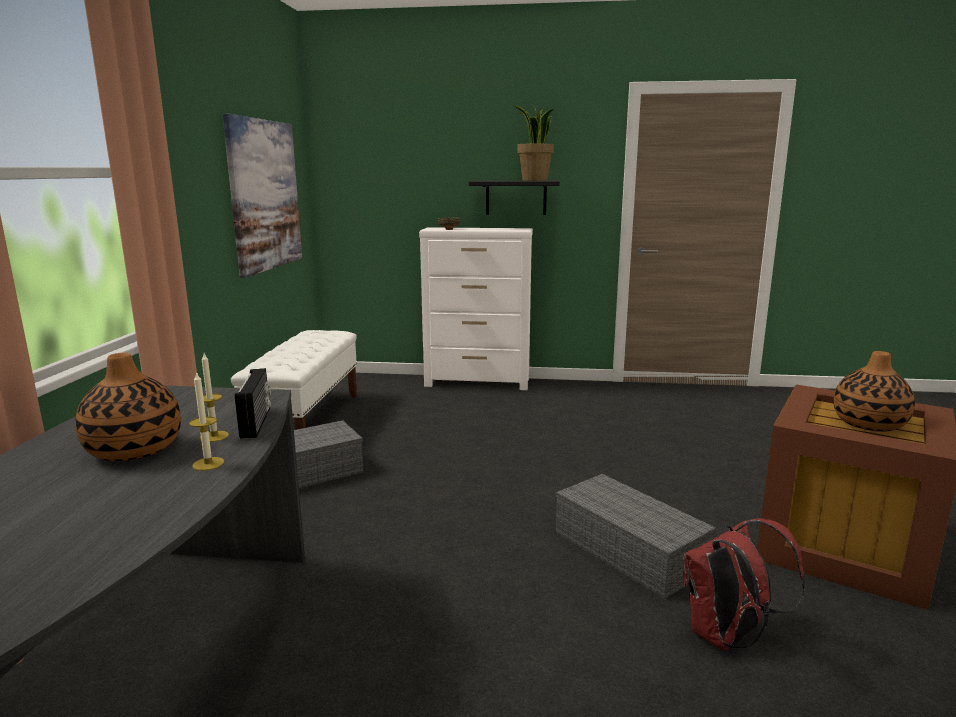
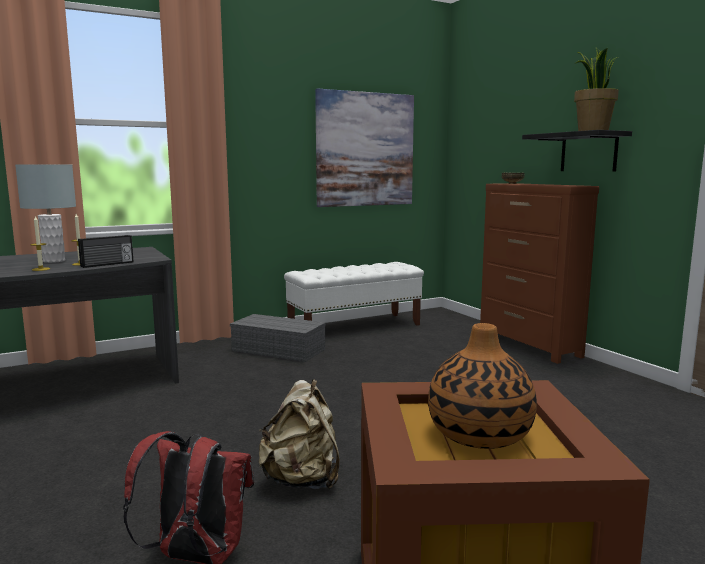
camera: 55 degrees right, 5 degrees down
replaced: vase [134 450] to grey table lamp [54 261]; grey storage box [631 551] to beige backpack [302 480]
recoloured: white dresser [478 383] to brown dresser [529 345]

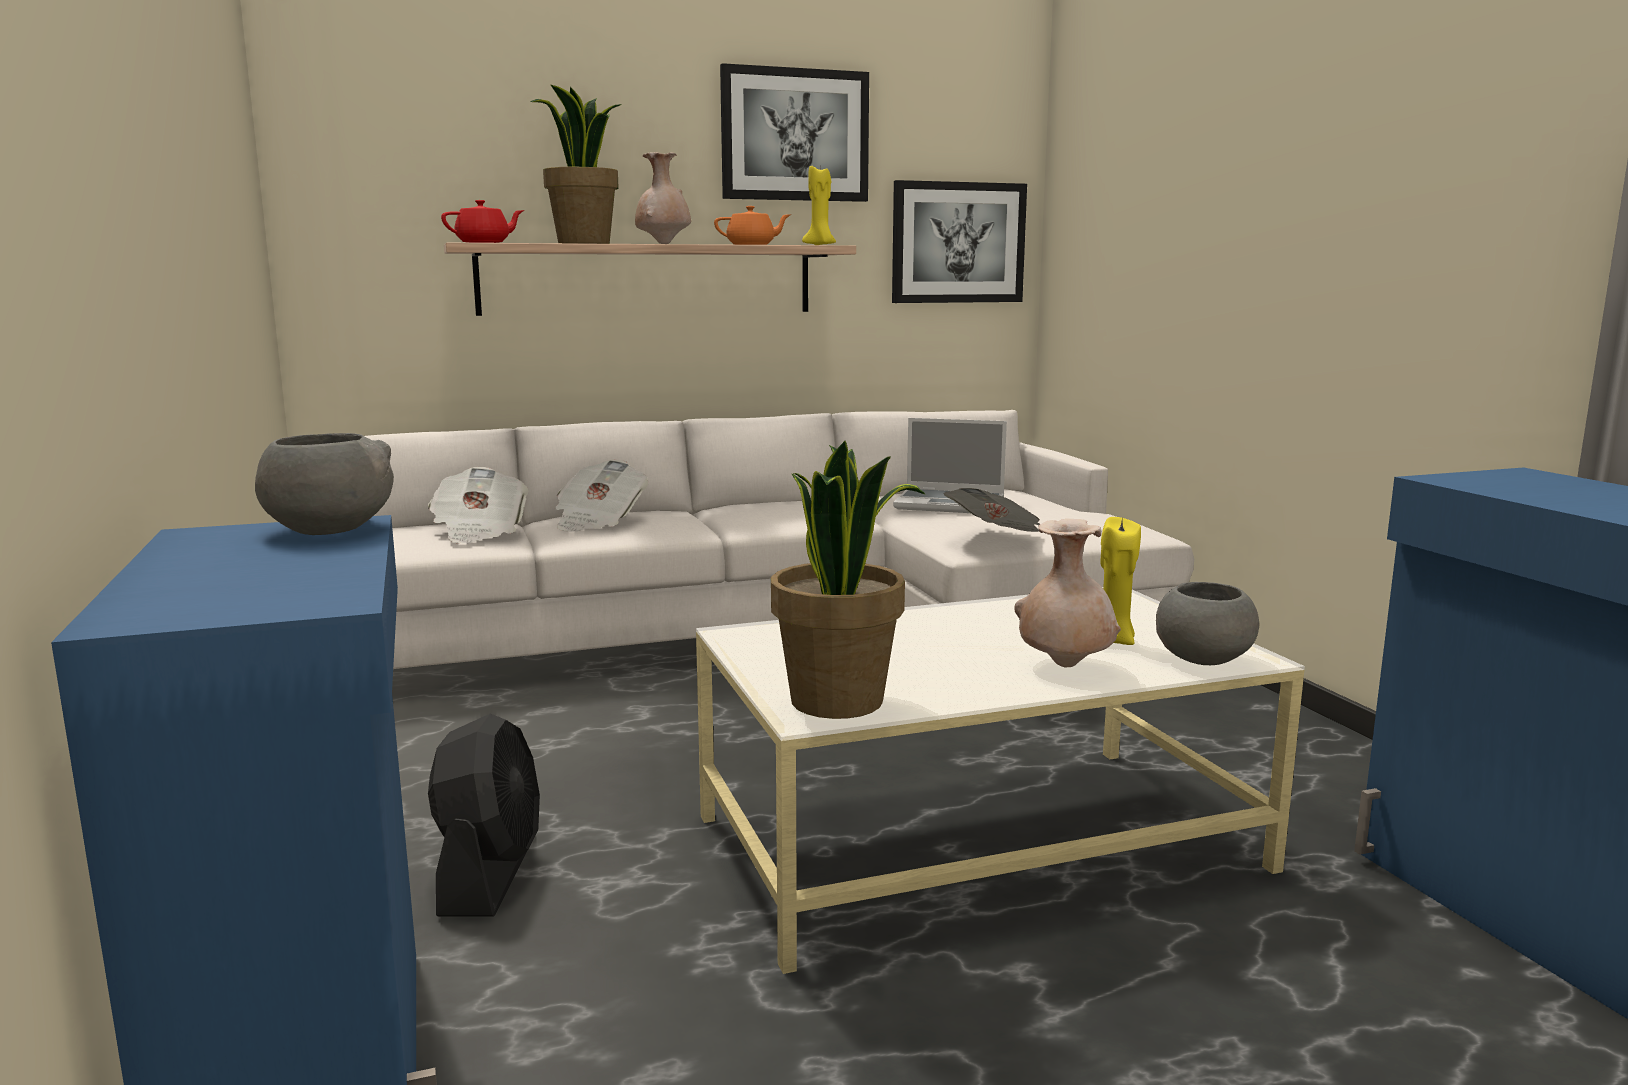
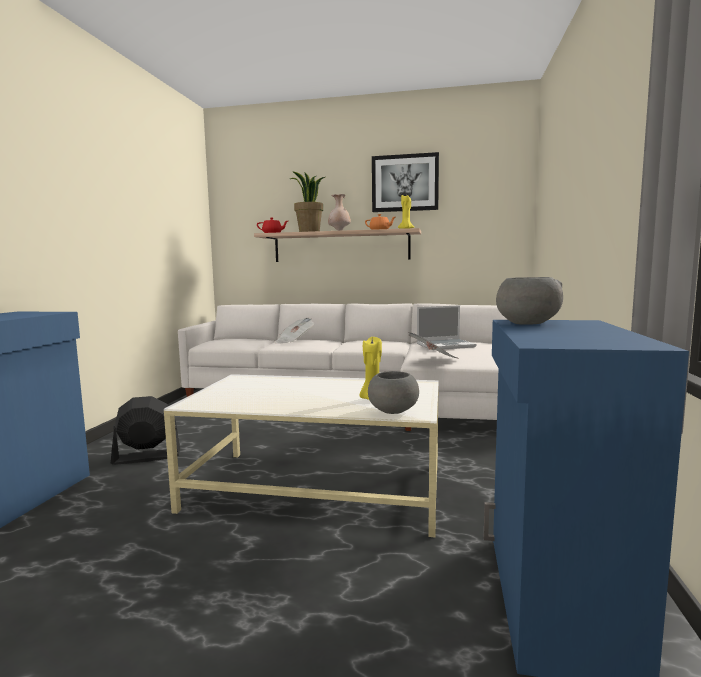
camera: 30 degrees right, 5 degrees down
removed: newspaper [479 532]; potted plant [839 701]; picture [958 243]; beige vase [1065 666]
moved: grey bowl [328 530] to [527 323]
turned: black fan [489 874] = [146 457] 135 degrees counterclockwise; laptop [951 504] = [446 345] 60 degrees counterclockwise

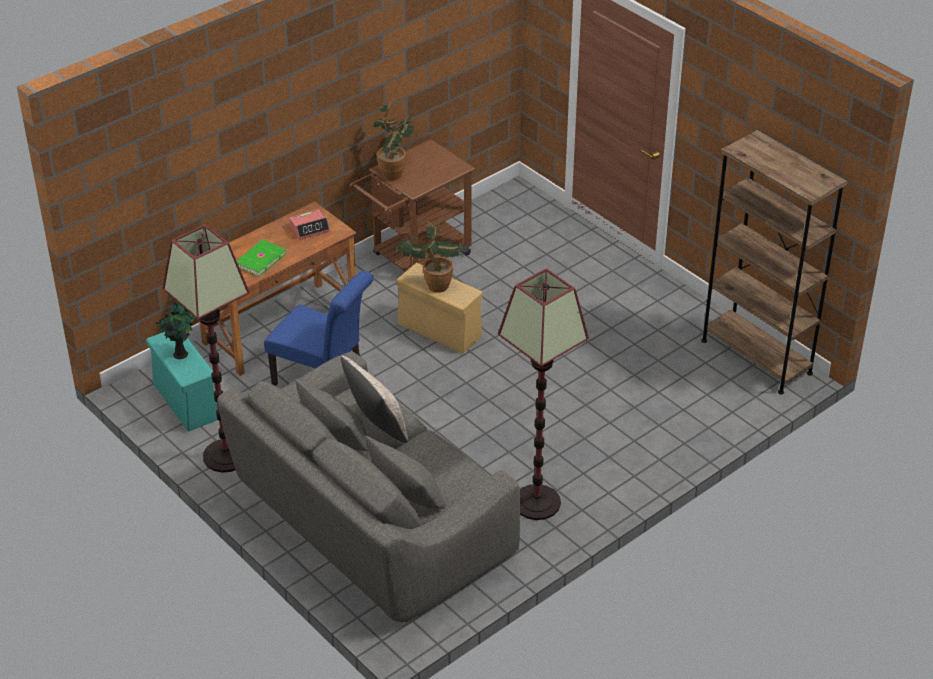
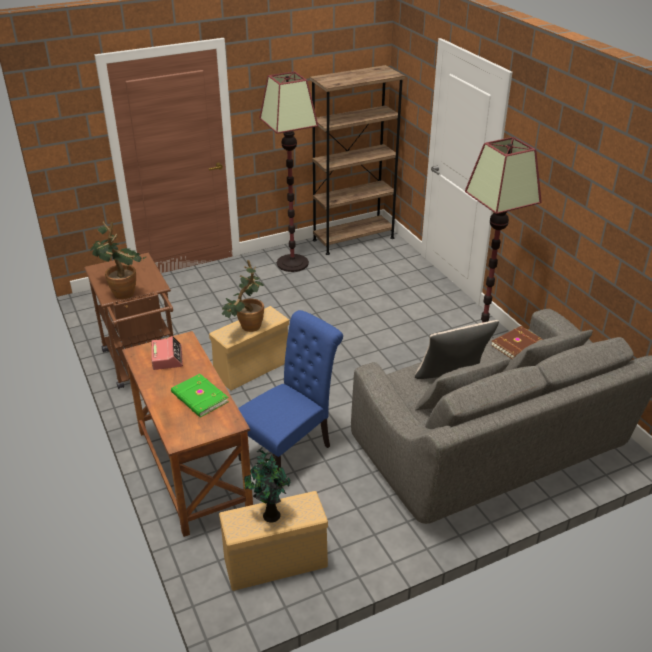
camera: 75 degrees left, 5 degrees down
added: brown book [517 345]
moved: floor lamp [225 456] to [292 263]
recoloured: turquoise storage box [185 400] to beige storage box [274 563]

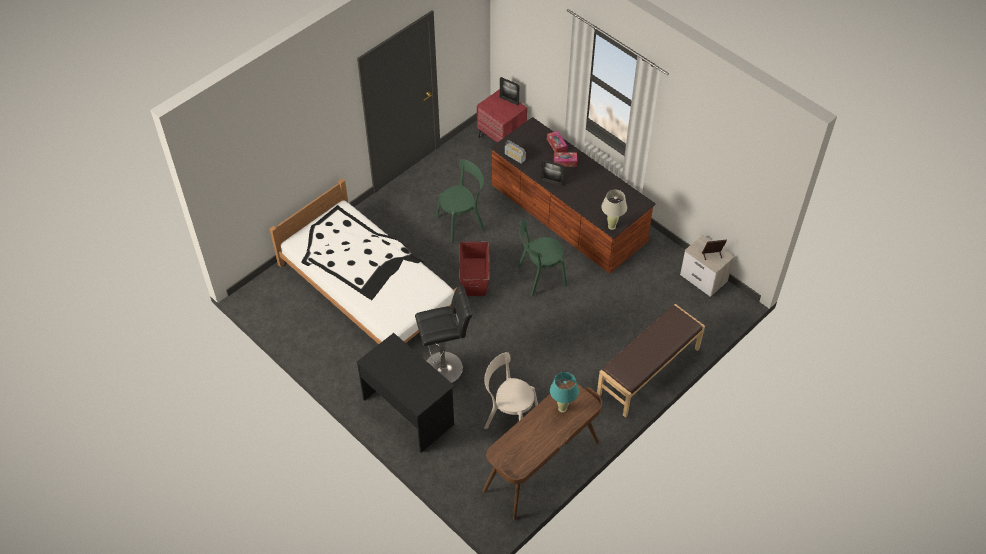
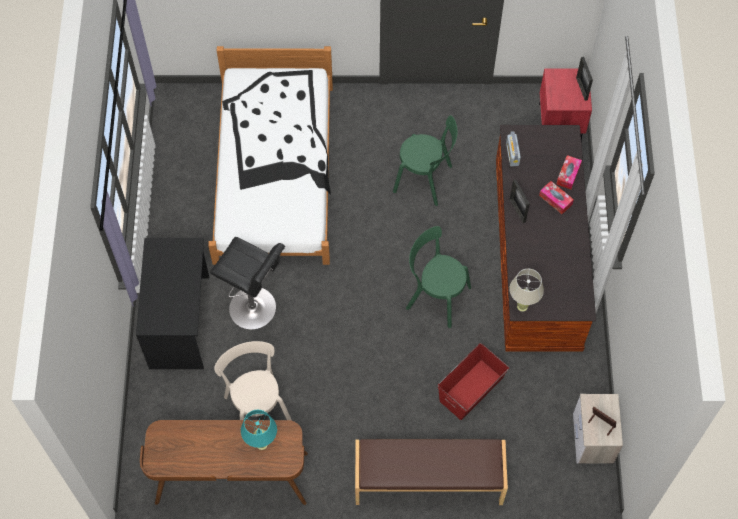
camera: 45 degrees right, 10 degrees up
moved: red storage box [474 276] to [471 389]

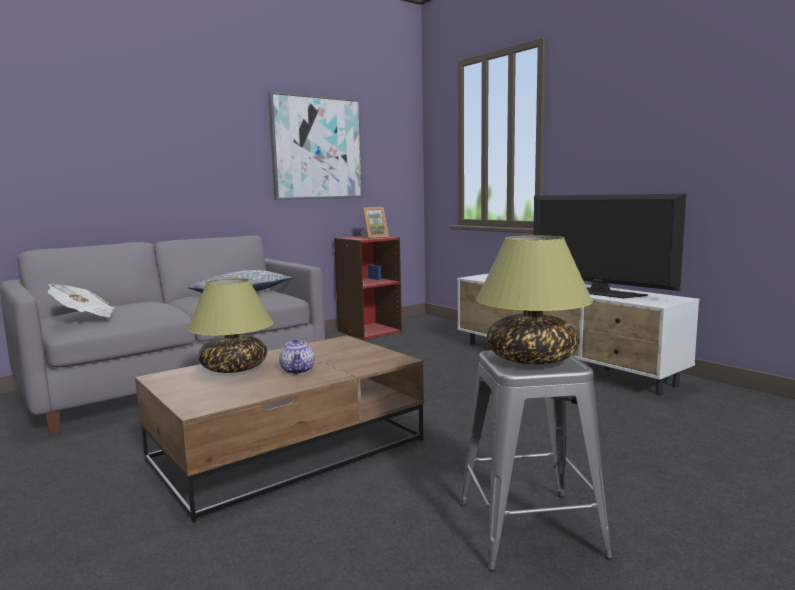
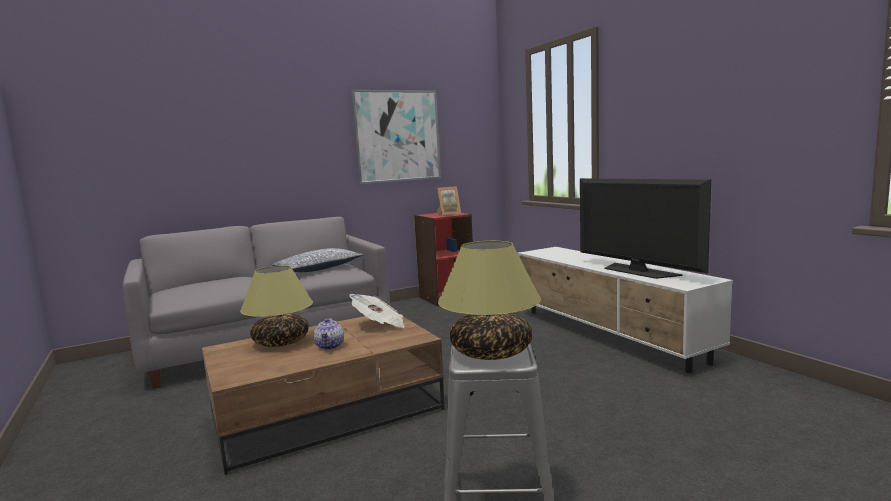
camera: 10 degrees right, 0 degrees up
moved: newspaper [84 316] to [379 325]

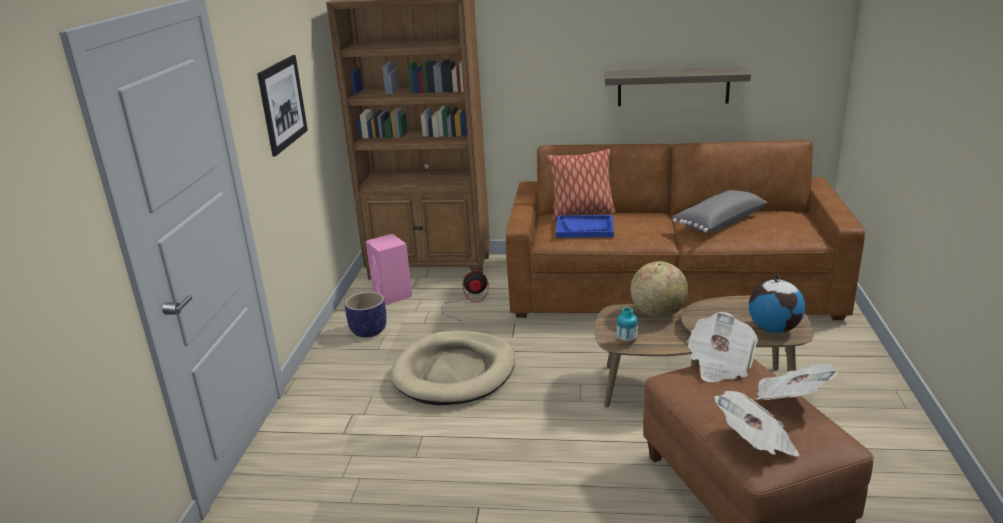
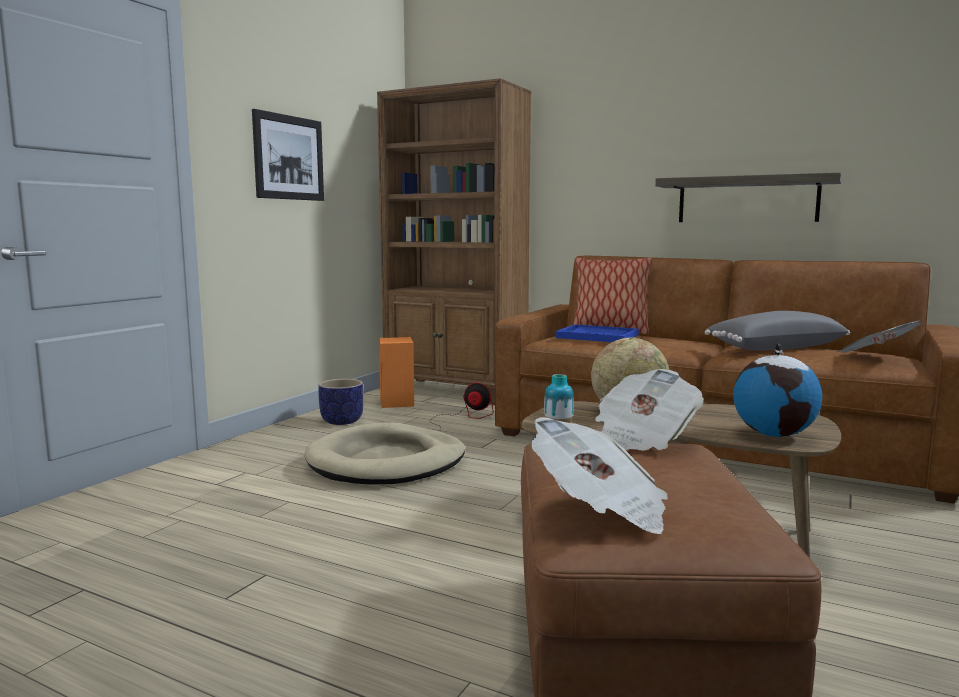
camera: 20 degrees right, 15 degrees down
moved: newspaper [790 398] to [875 357]
recoloured: pink speaker [393 295] to orange speaker [397 403]

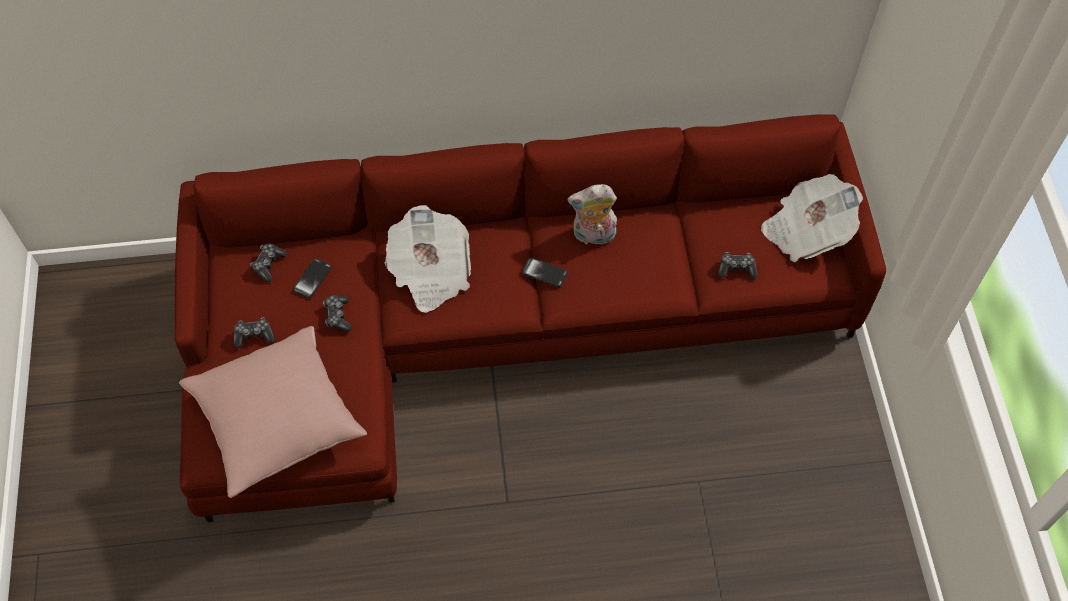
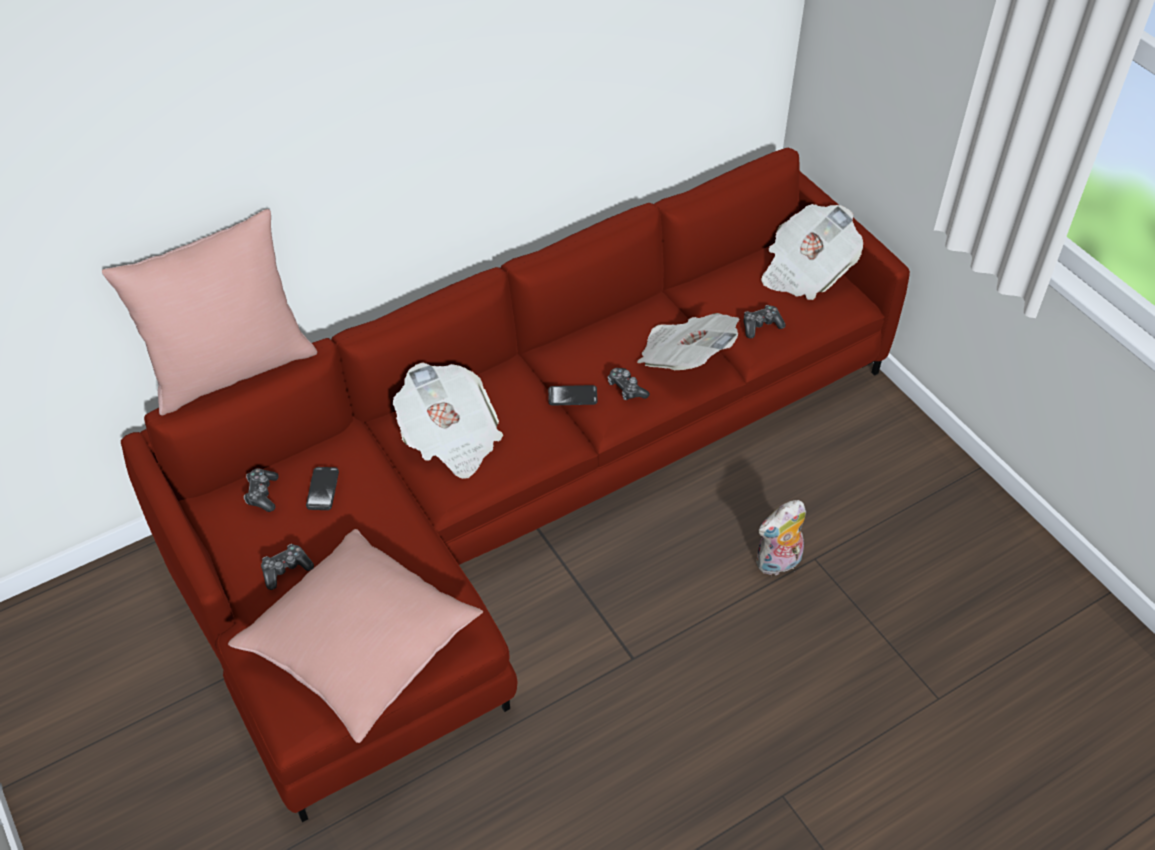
camera: 25 degrees left, 10 degrees down
added: pink pillow [231 369]; newspaper [685 359]
moved: game controller [338 316] to [626 389]; plush toy [593 236] to [778 564]

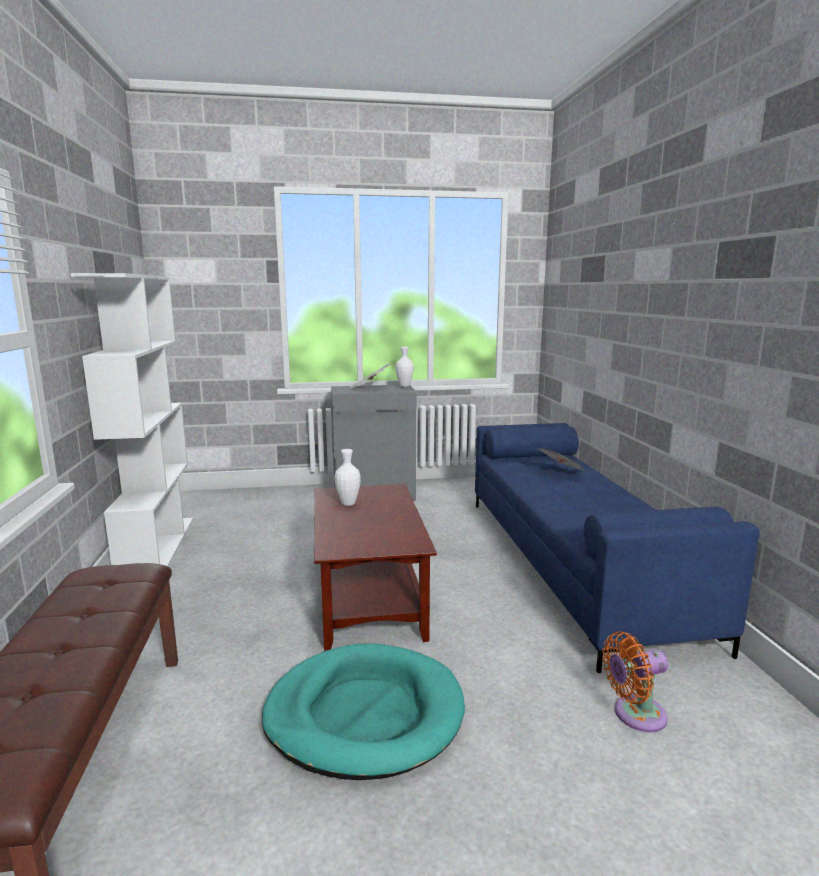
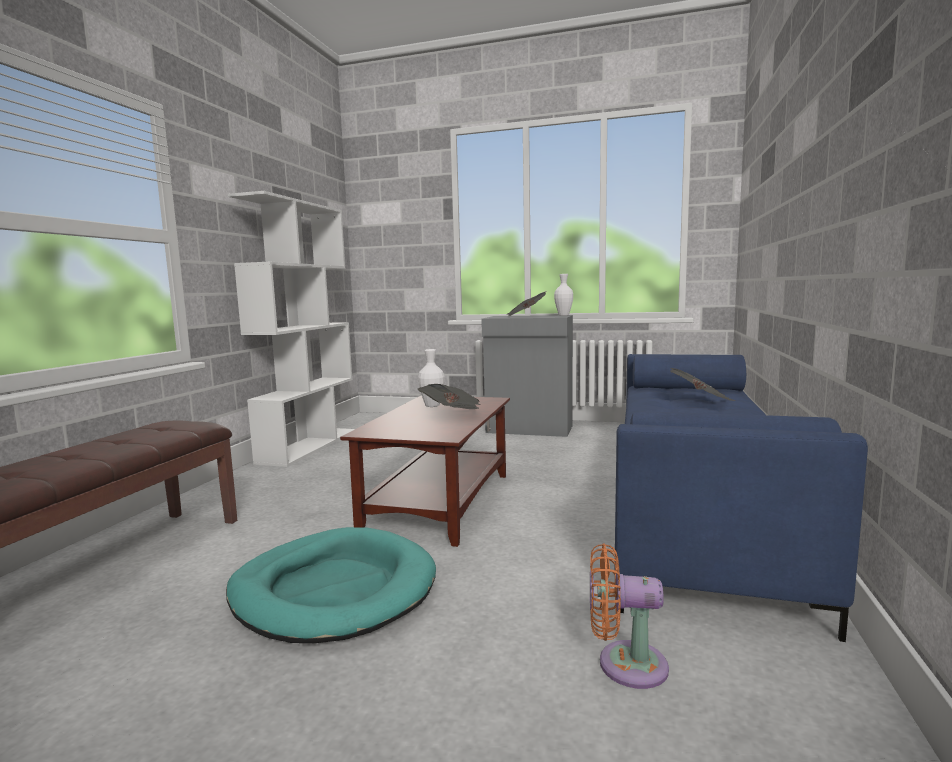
camera: 25 degrees right, 5 degrees down
added: newspaper [452 415]

